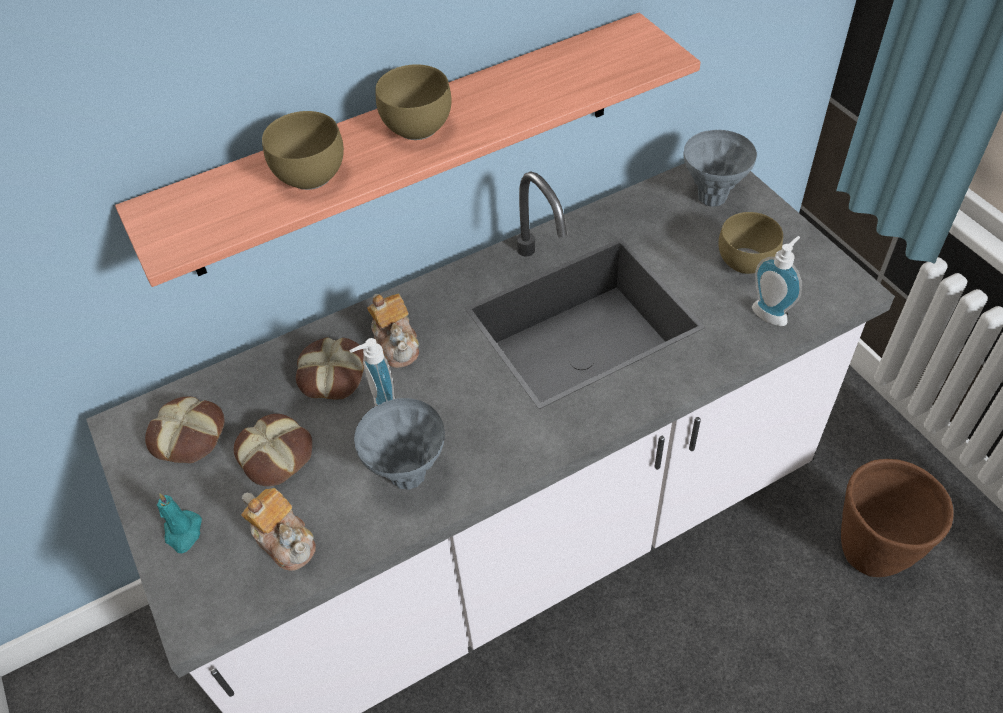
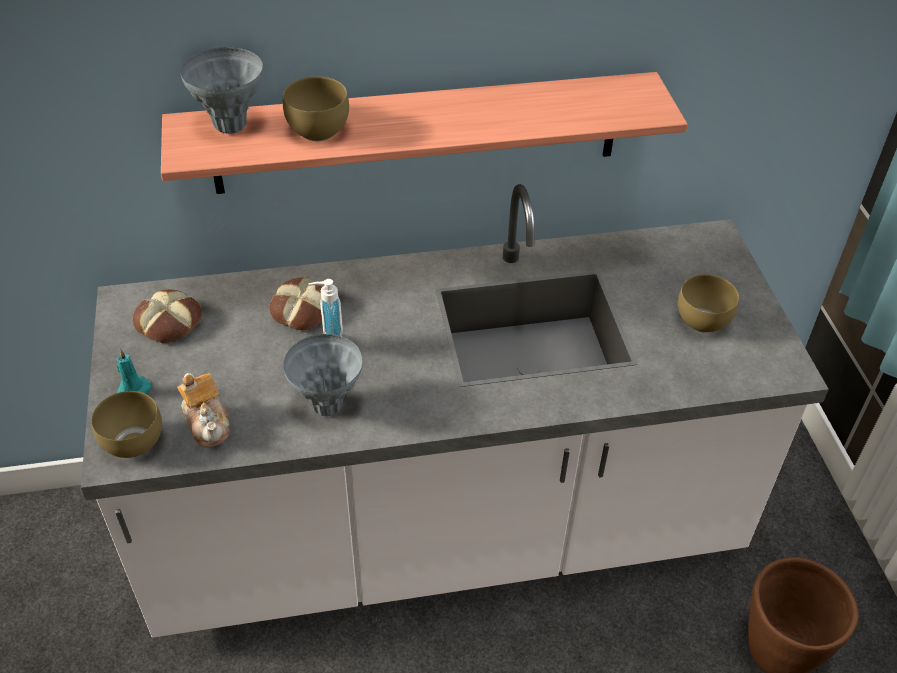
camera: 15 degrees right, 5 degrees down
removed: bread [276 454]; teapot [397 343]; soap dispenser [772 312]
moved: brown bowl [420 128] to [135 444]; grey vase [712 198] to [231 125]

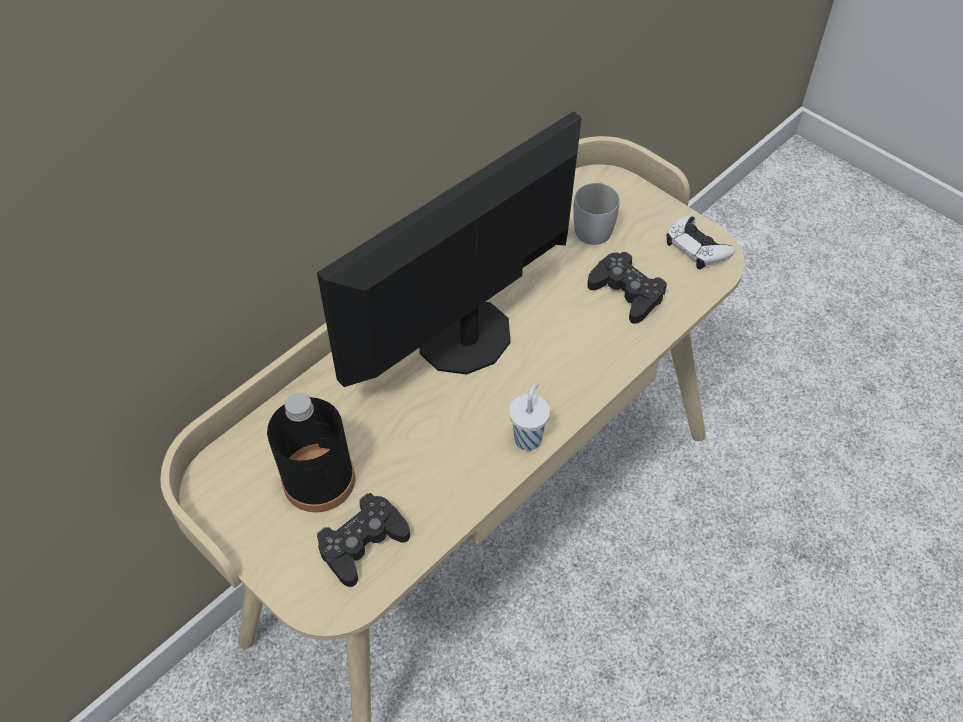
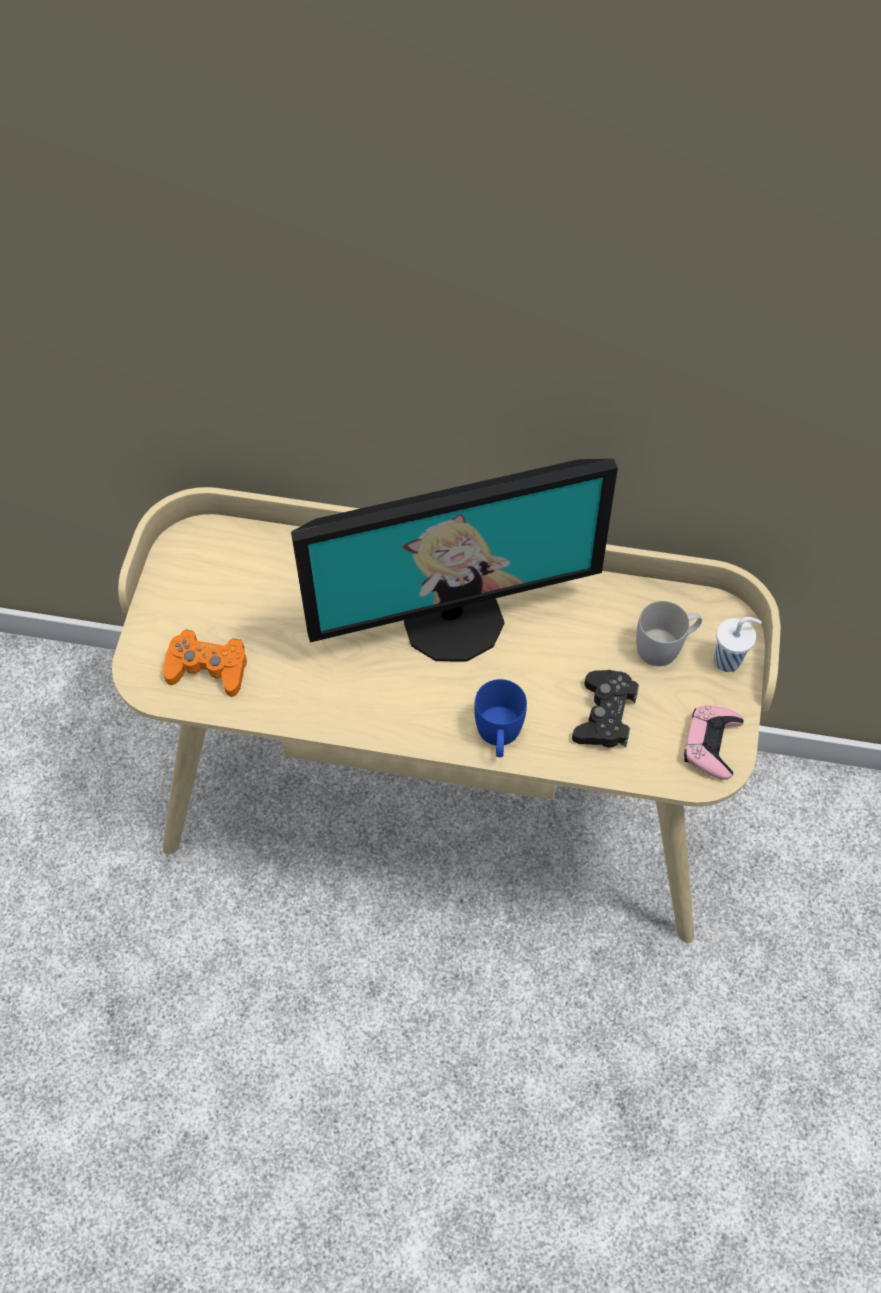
camera: 55 degrees right, 5 degrees up
removed: black bottle [319 480]
added: blue mug [498 736]
moved: white cup [528 437] to [729 660]
recoloured: black game controller [363 543] to orange game controller [208 668]; white game controller [697 247] to pink game controller [711 745]
turned: monitor [465 338] = [453 621] 150 degrees clockwise

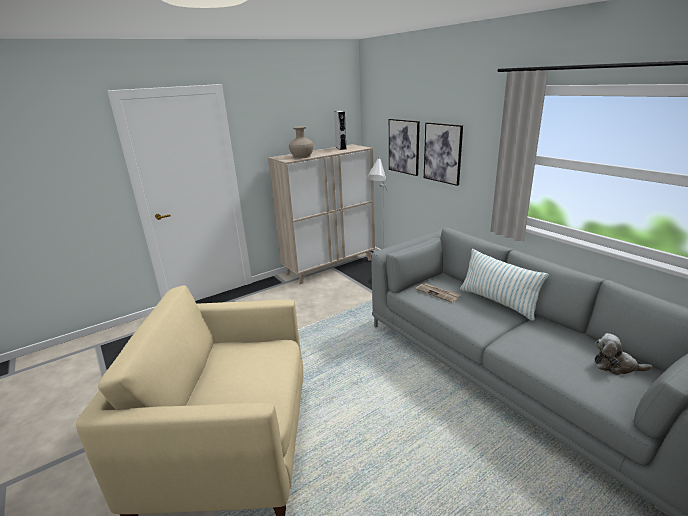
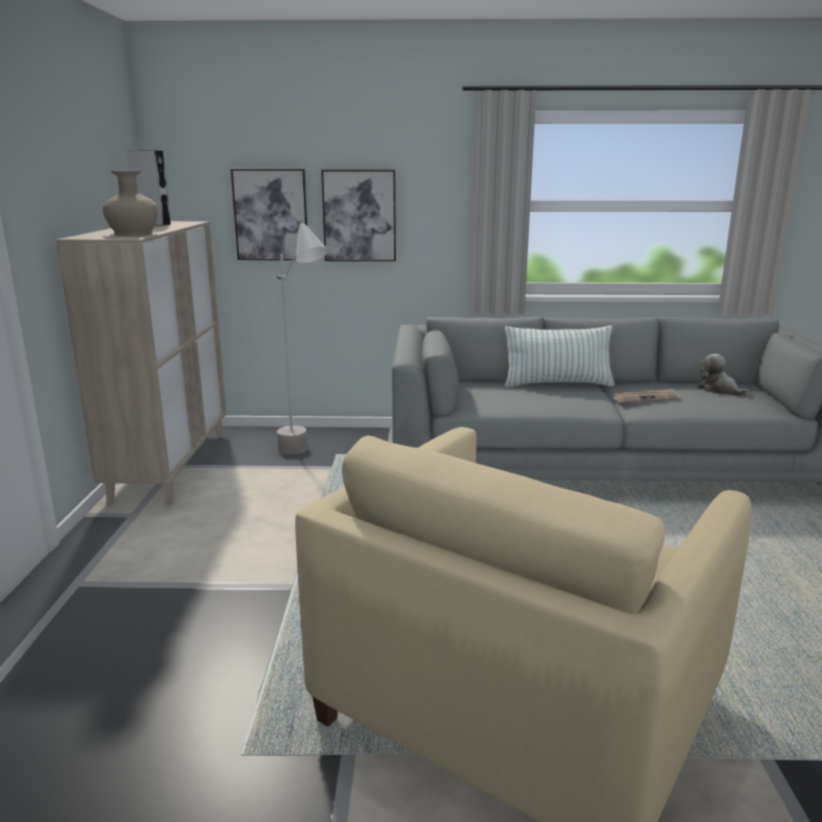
camera: 55 degrees left, 5 degrees down
moved: newspaper [438 293] to [646 398]
turned: plush toy [616 366] = [719 390] 90 degrees clockwise

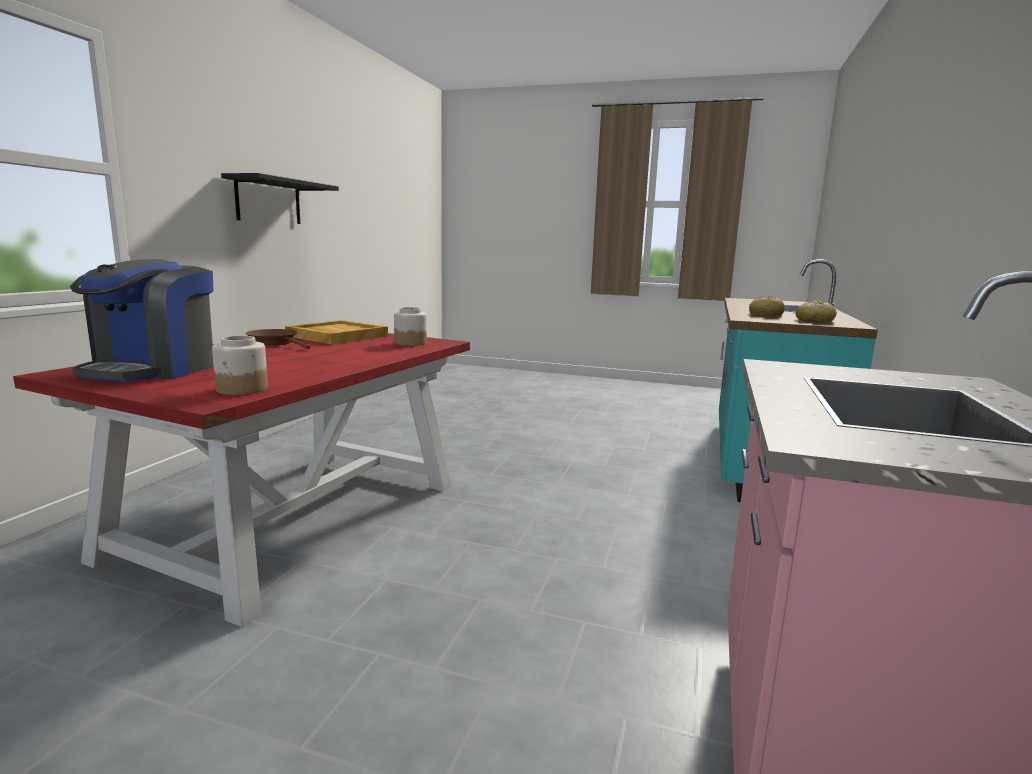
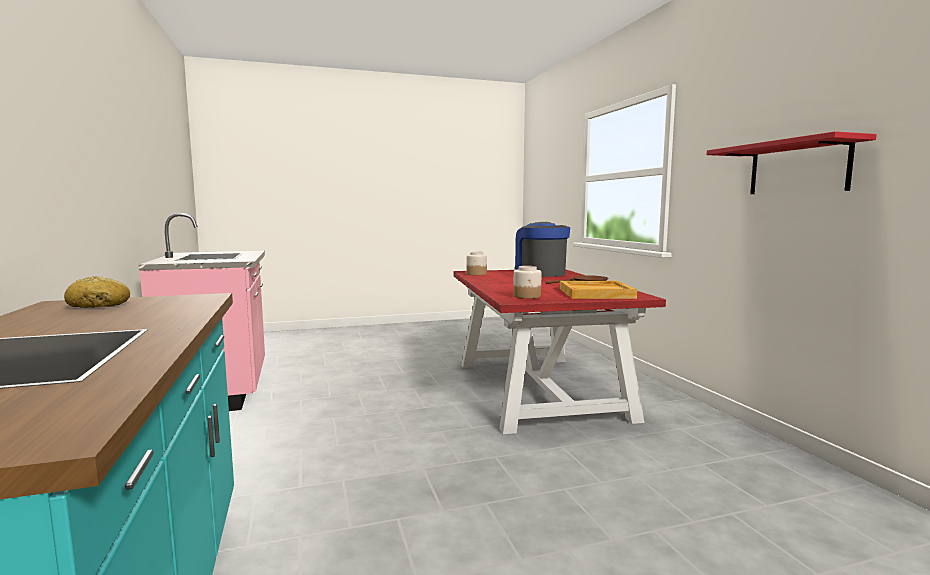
camera: 145 degrees right, 5 degrees down
removed: bread [765 315]
recoloured: black shelf [268 201] to red shelf [798 168]

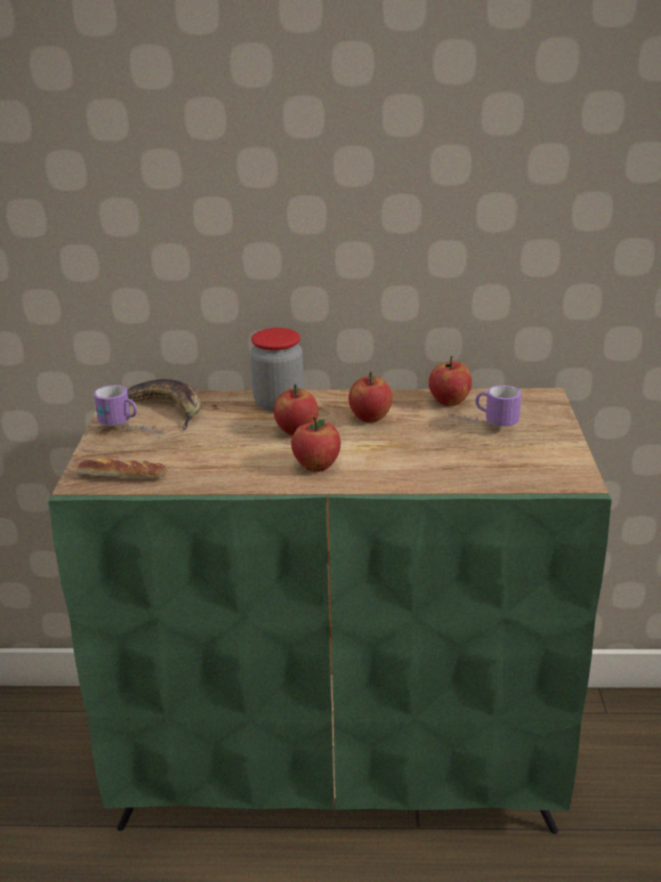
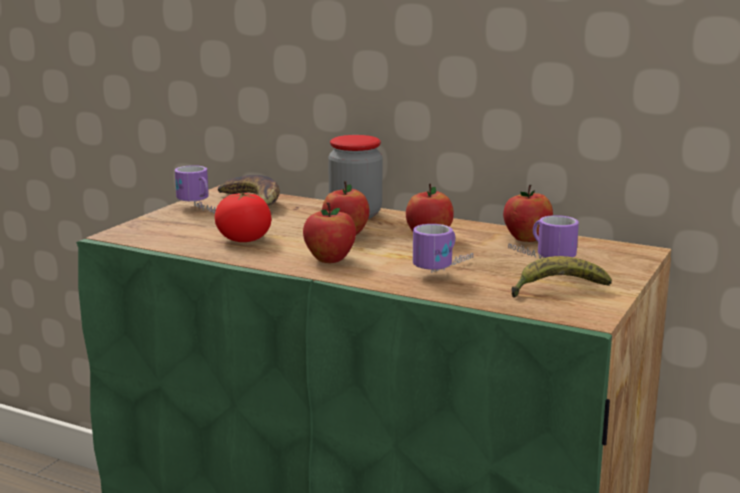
camera: 25 degrees right, 10 degrees down
removed: bread [123 476]
added: tomato [244 239]; mug [447 269]; banana [556 290]

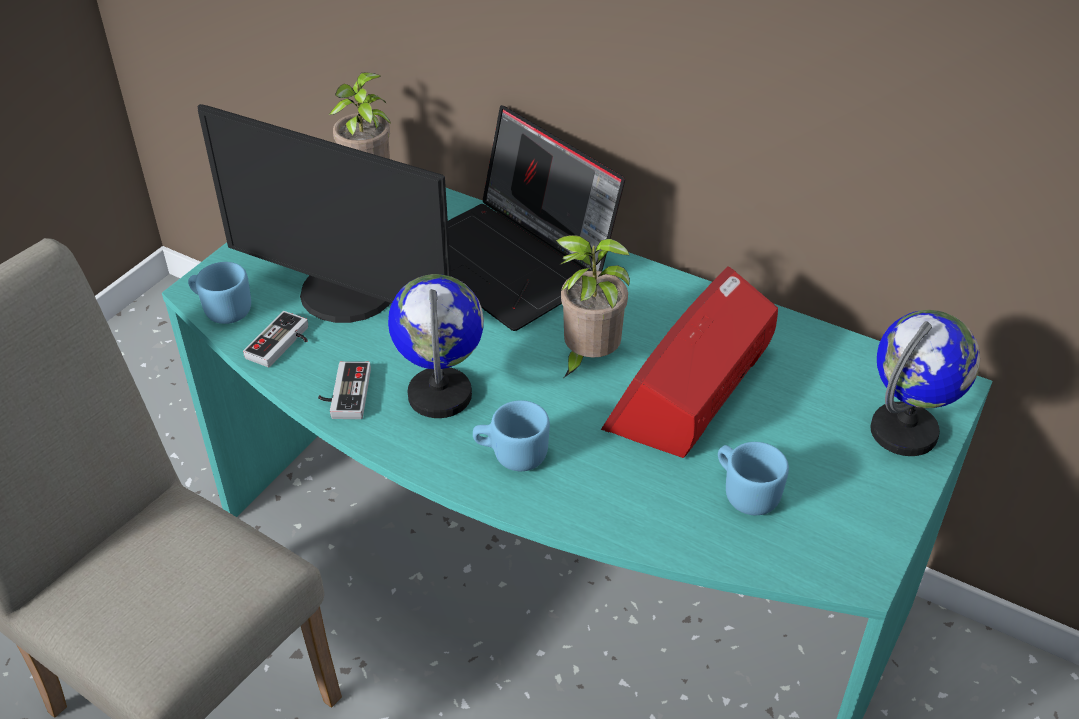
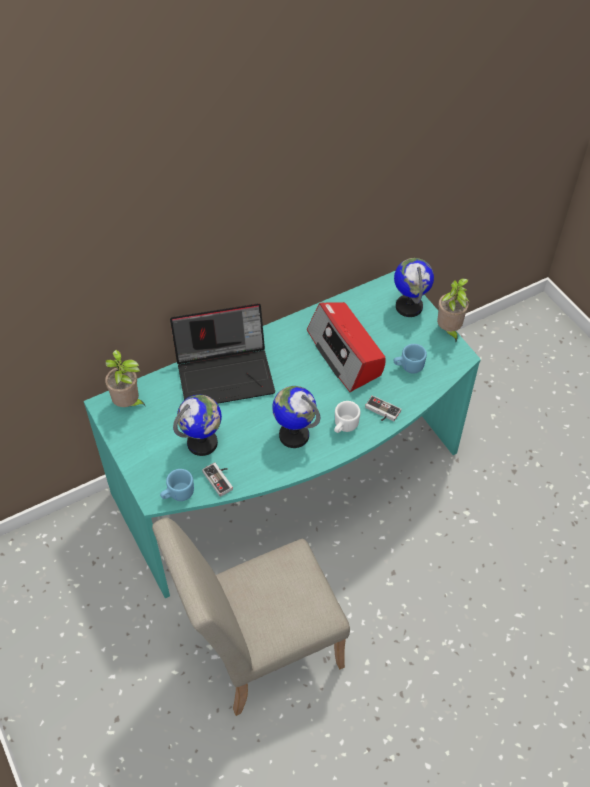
camera: 60 degrees left, 10 degrees up
moved: game controller [343 394] to [381 412]; potted plant [588 359] to [449 331]
replaced: monitor [345 295] to globe [203 443]
recoloured: blue mug [511 455] to white mug [344 426]

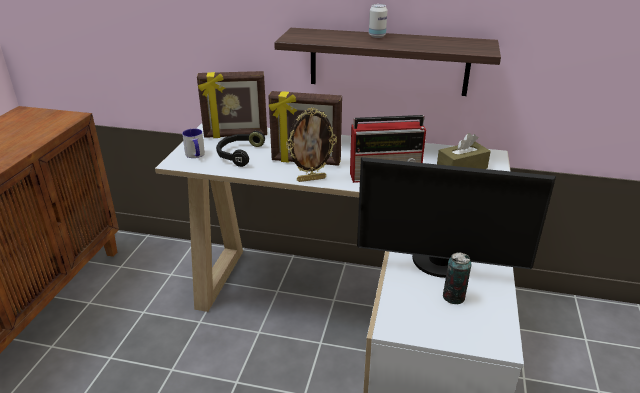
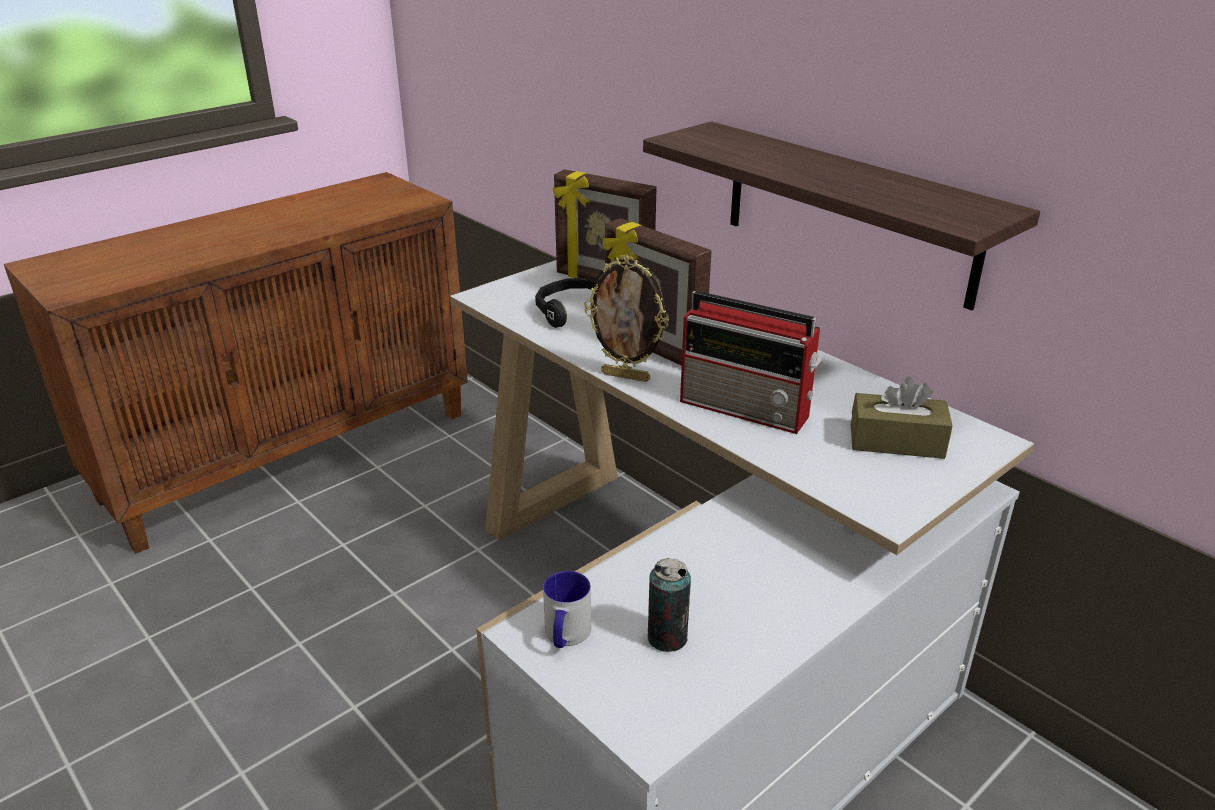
camera: 35 degrees right, 0 degrees up
removed: monitor [440 263]; can [377 36]
moved: mug [196 155] to [565 636]

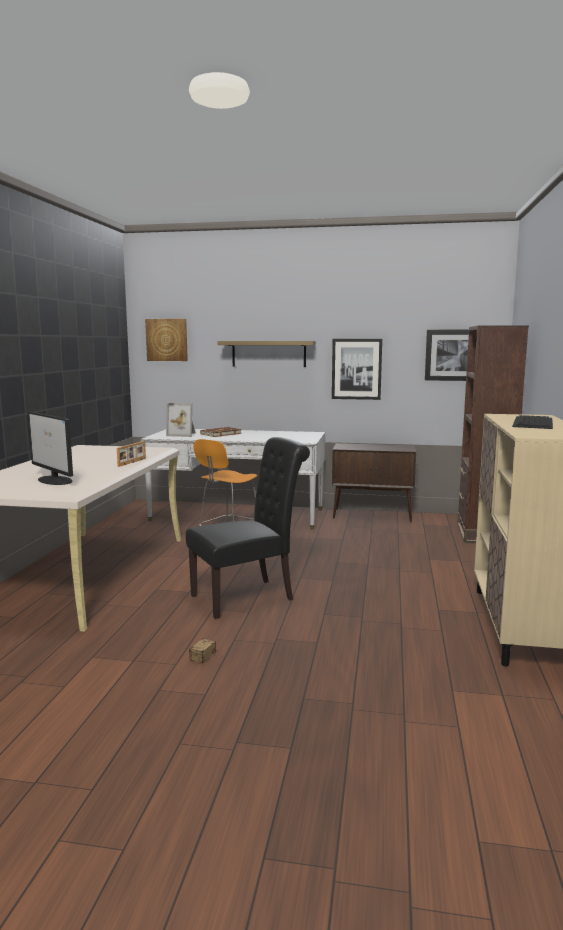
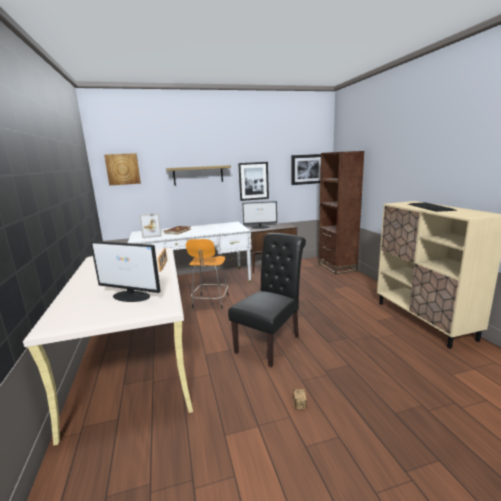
camera: 25 degrees left, 5 degrees up
added: monitor [260 227]

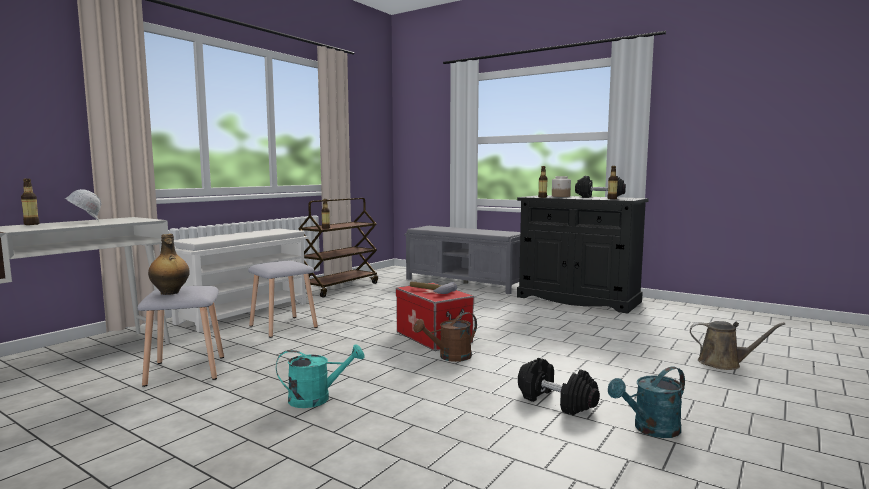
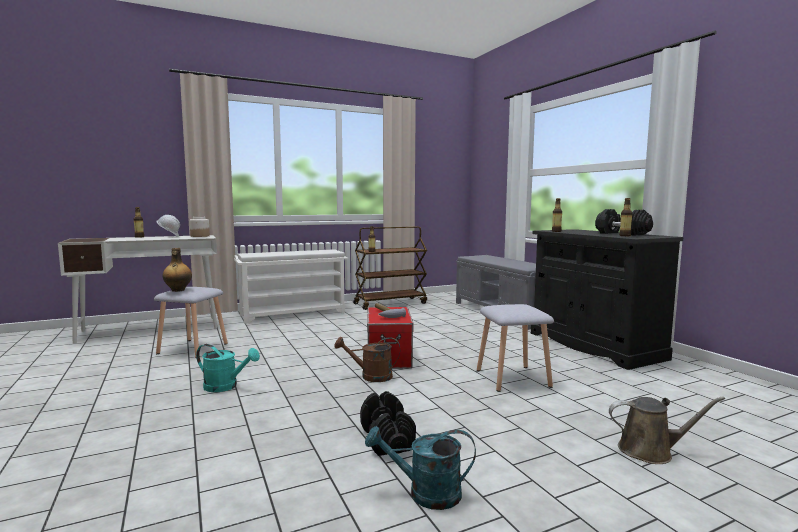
camera: 30 degrees right, 0 degrees up
moved: grey stool [284 327] to [514 379]; jar [561 196] to [200 236]
turned: brown watering can [723 363] = [650 451] 45 degrees counterclockwise

